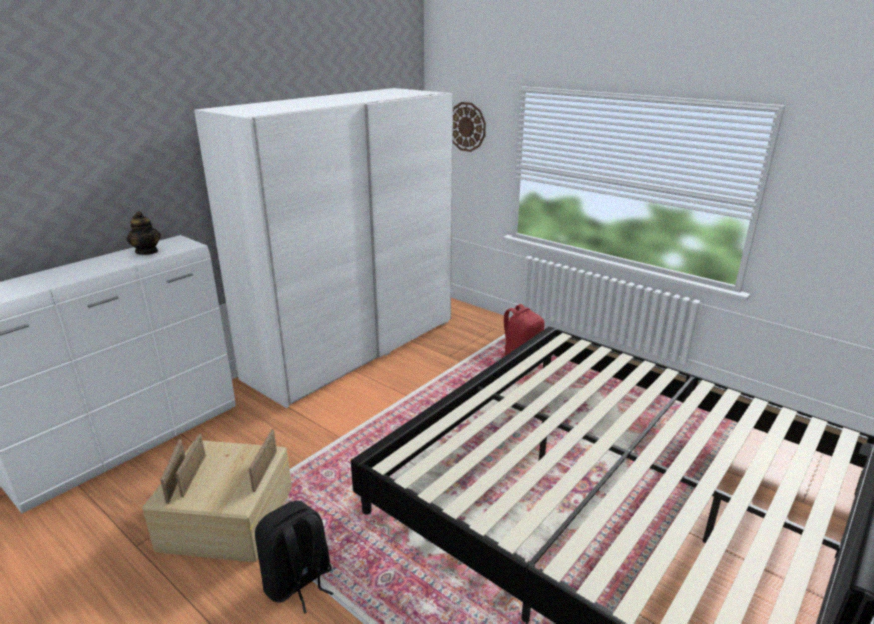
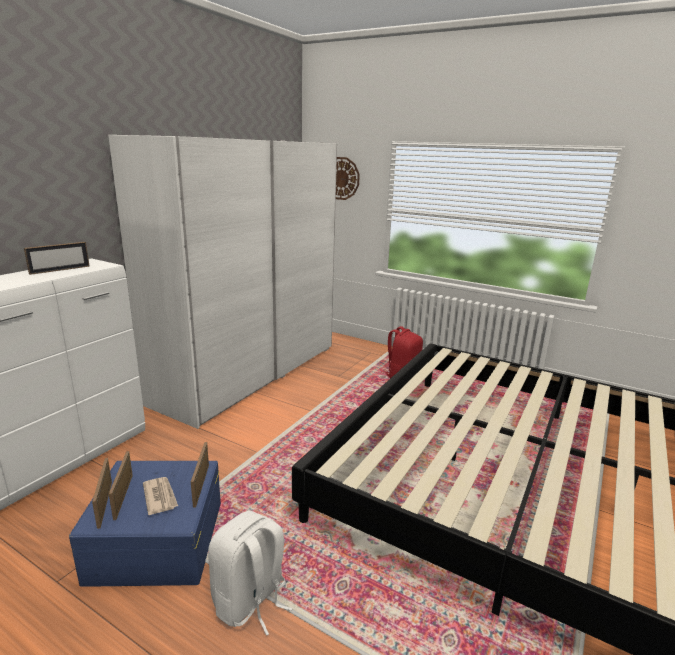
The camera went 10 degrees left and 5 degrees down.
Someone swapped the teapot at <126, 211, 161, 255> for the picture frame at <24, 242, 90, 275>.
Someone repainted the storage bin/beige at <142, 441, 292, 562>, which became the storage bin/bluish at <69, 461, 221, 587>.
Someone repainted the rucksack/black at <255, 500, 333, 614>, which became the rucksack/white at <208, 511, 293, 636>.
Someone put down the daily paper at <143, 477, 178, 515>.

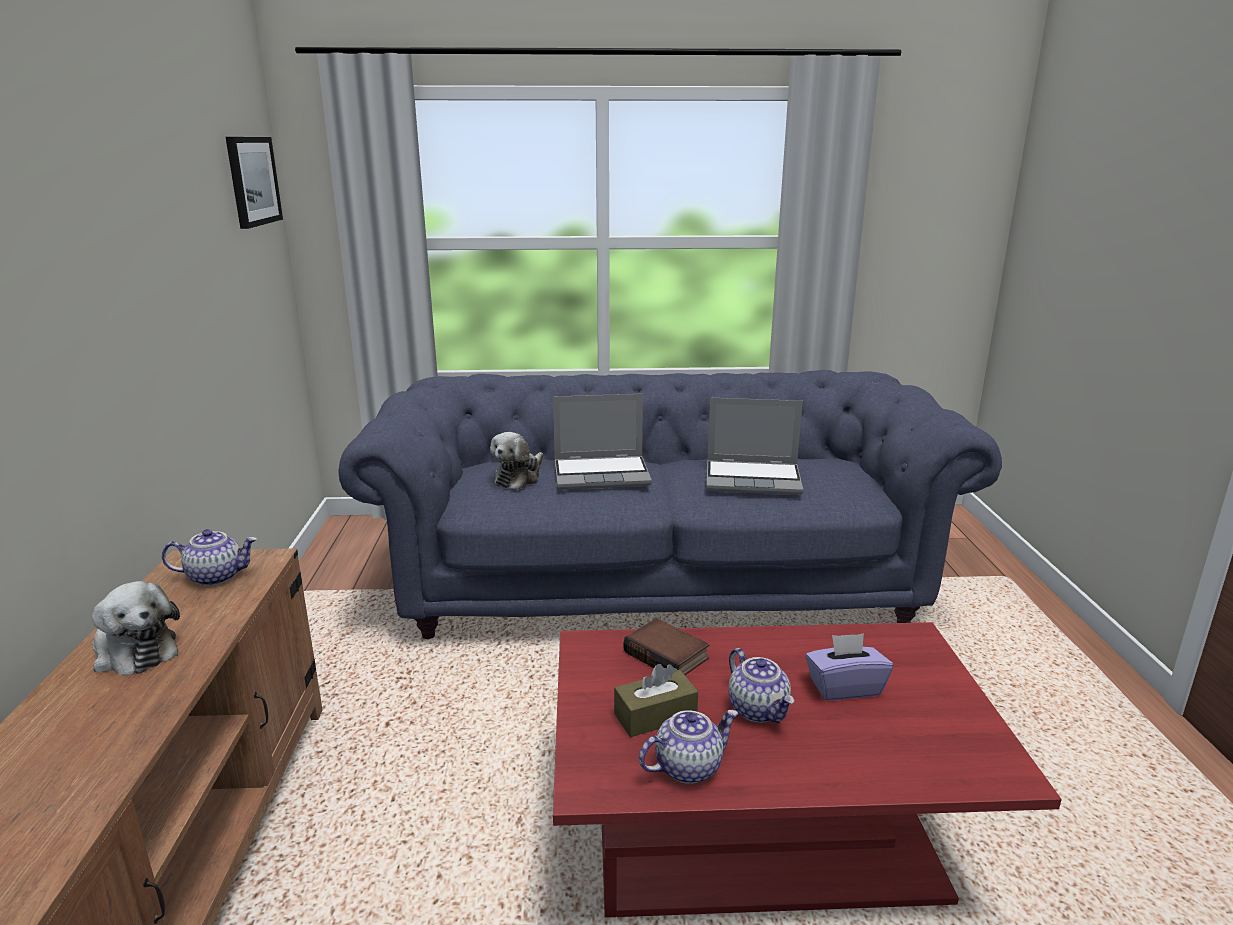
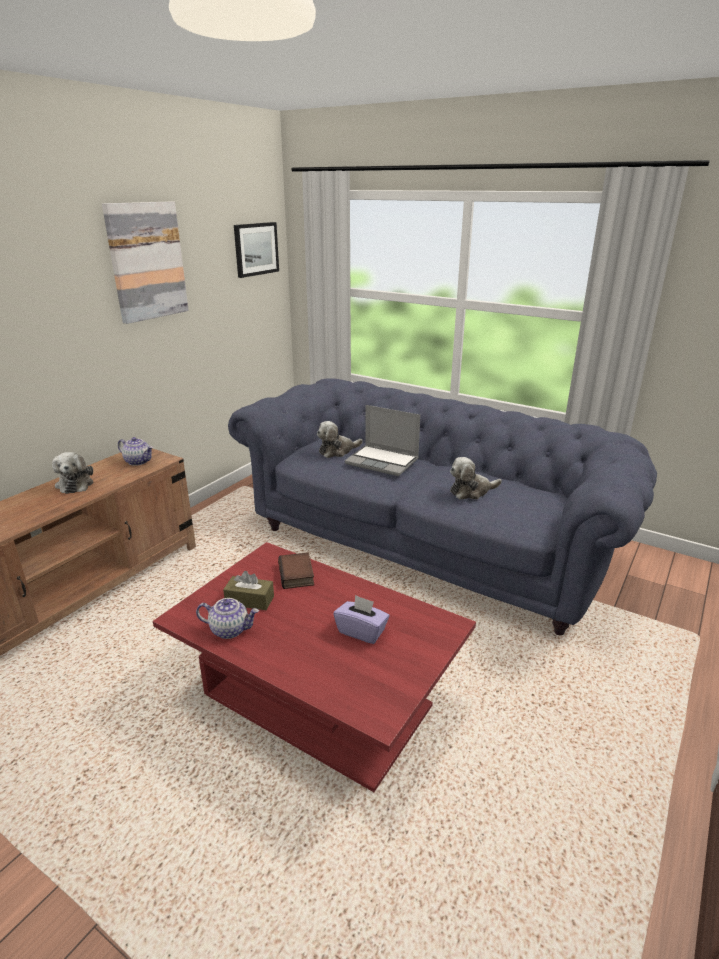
The camera went 35 degrees right and 5 degrees up.
Someone swapped the laptop at <707, 398, 803, 495> for the plush toy at <450, 457, 502, 499>.
Someone took away the teapot at <728, 648, 794, 723>.
Someone put up the wall art at <102, 202, 189, 324>.

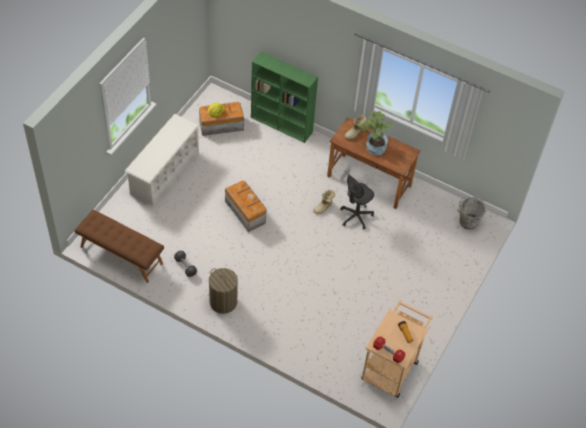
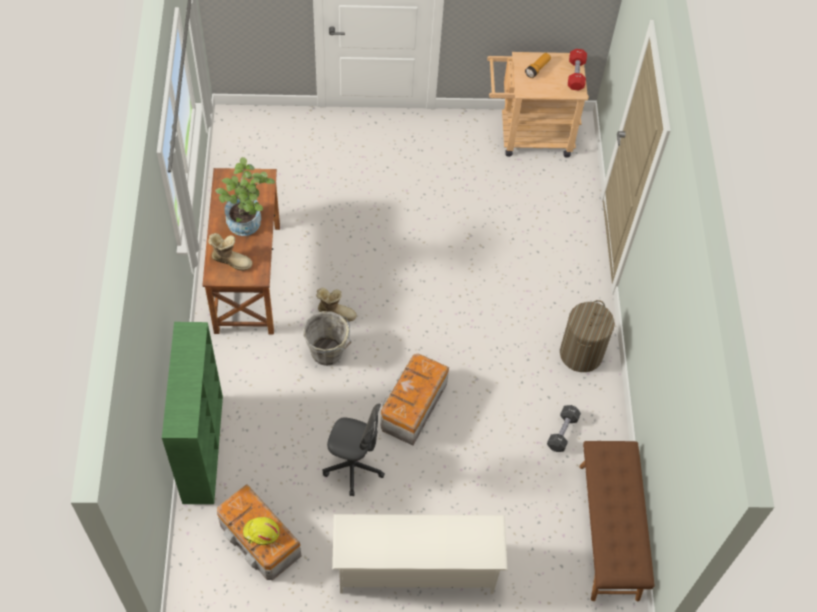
The camera went 120 degrees left and 5 degrees up.
Someone carried the office chair/greyish from <340, 174, 374, 230> to <323, 404, 385, 496>.
Someone carried the bucket/greyish from <458, 197, 486, 230> to <303, 311, 351, 366>.

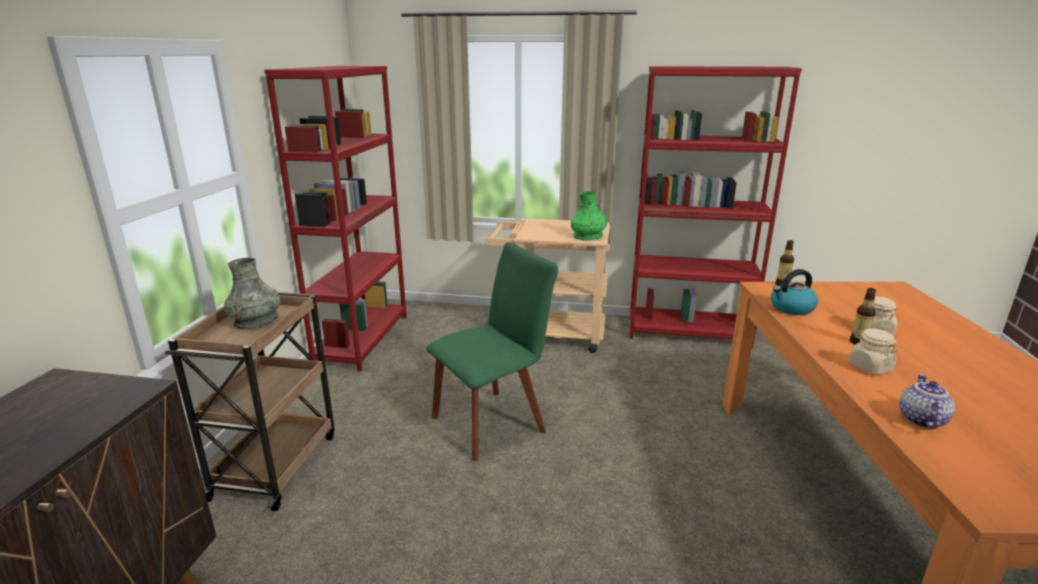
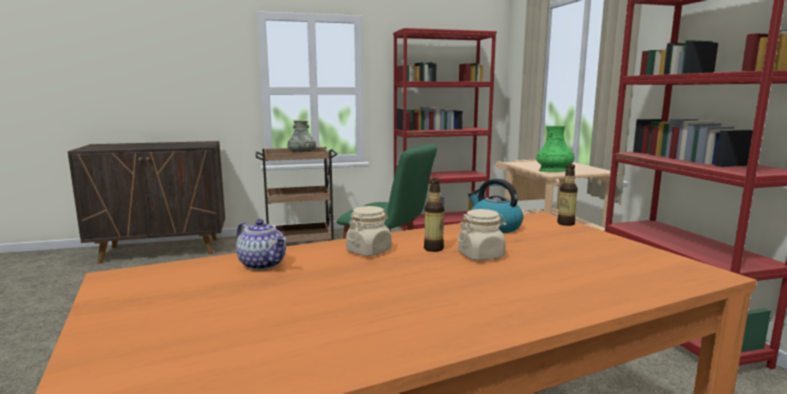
The camera went 65 degrees right and 10 degrees down.
Someone rotated the teapot at <899, 374, 955, 429> by 45 degrees clockwise.

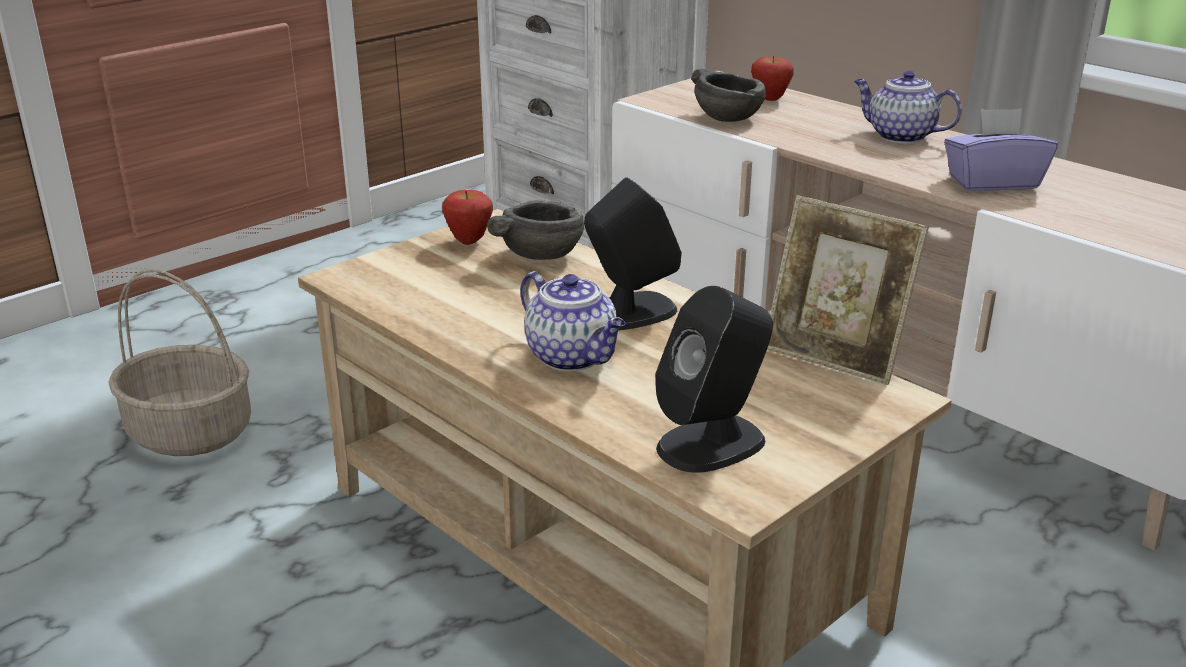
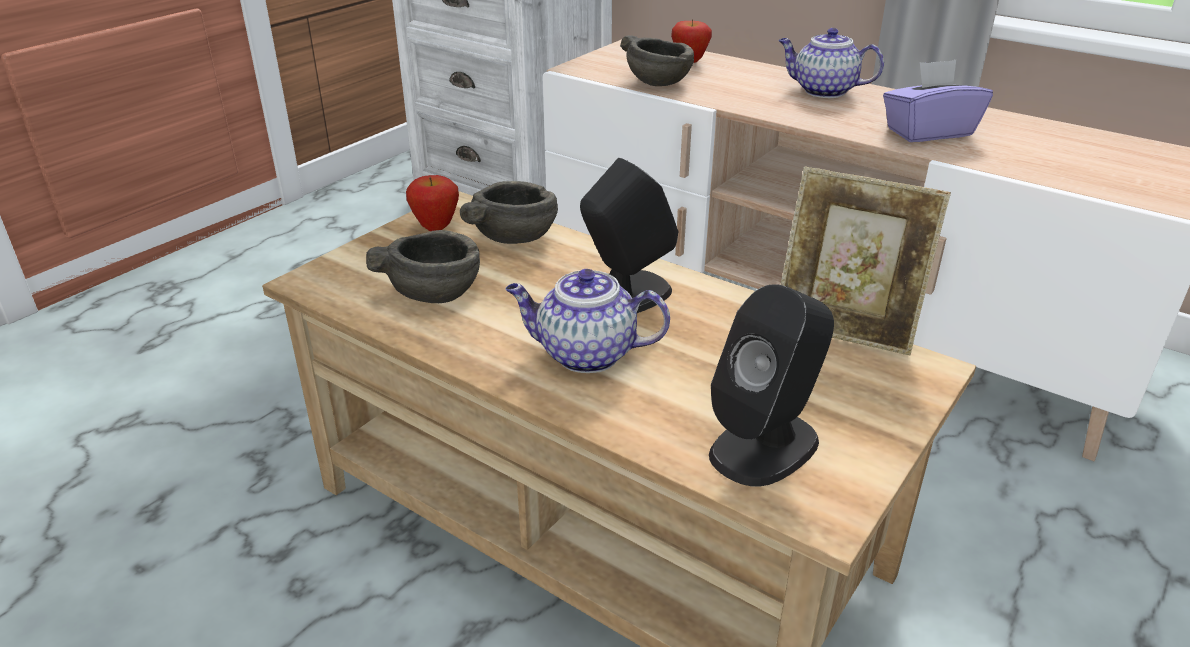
The camera went 10 degrees left and 5 degrees up.
Someone took away the basket at <108, 269, 251, 456>.
Someone rotated the teapot at <520, 271, 625, 371> by 150 degrees clockwise.
Someone put down the bowl/greyish at <366, 230, 480, 303>.

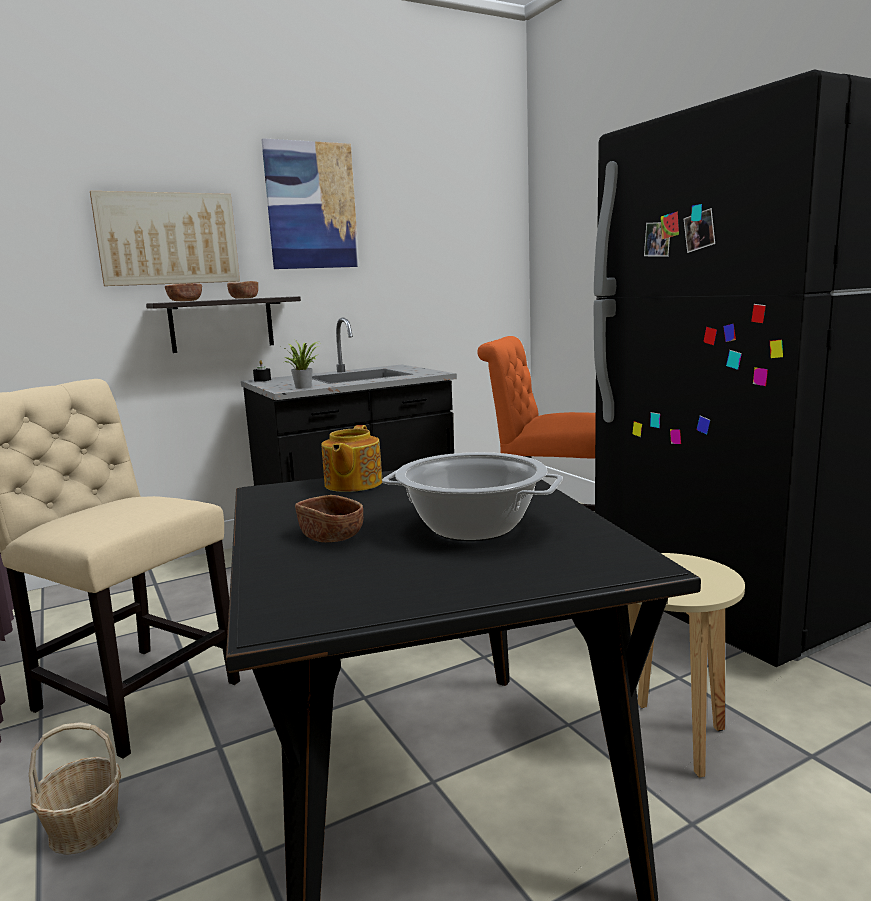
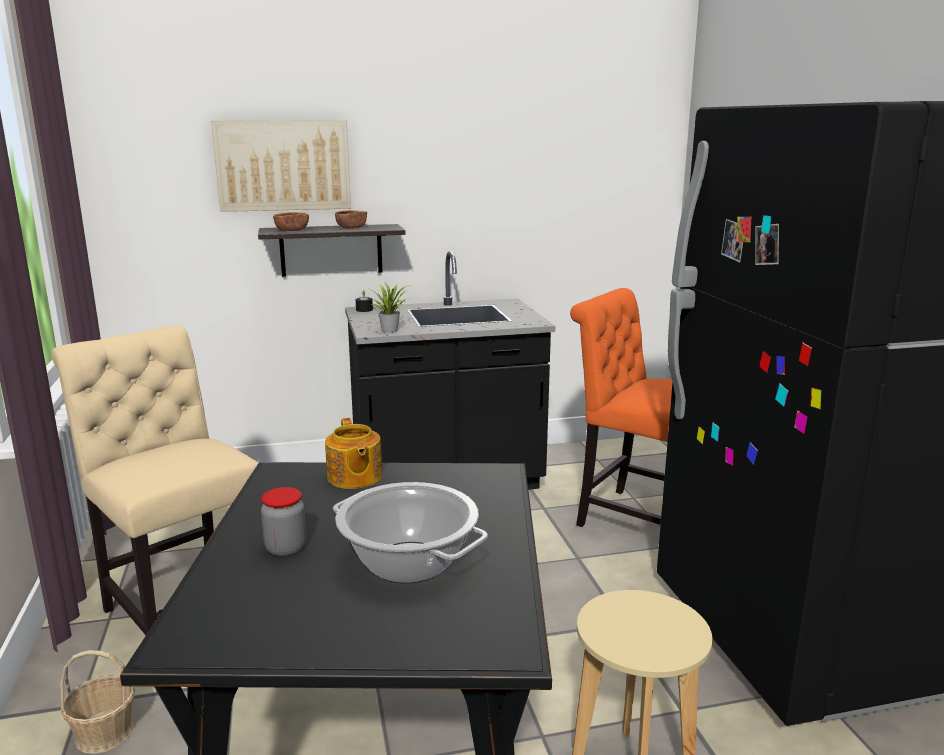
The camera went 15 degrees right and 5 degrees up.
Someone took away the wall art at <261, 138, 359, 269>.
Someone swapped the bowl/brownish at <295, 495, 363, 542> for the preserve jar at <261, 487, 306, 557>.
Someone rotated the teapot at <321, 425, 382, 492> by 45 degrees counterclockwise.

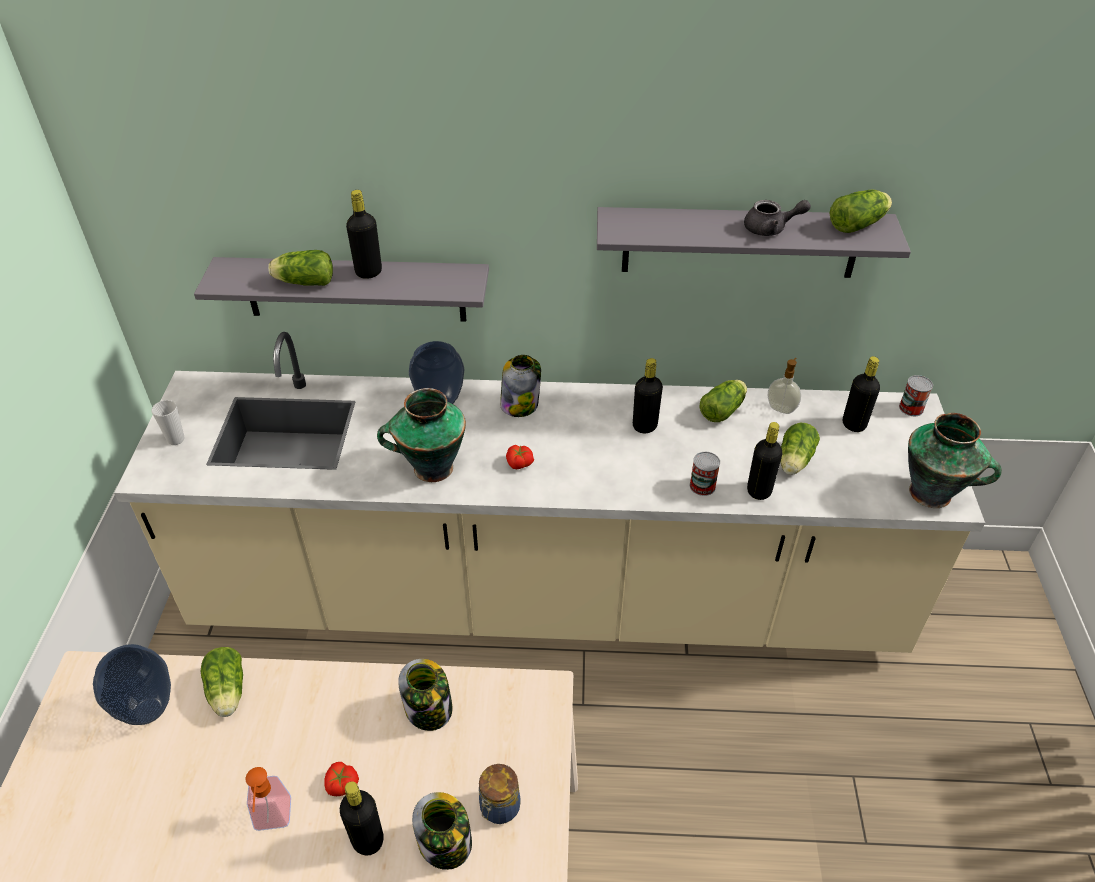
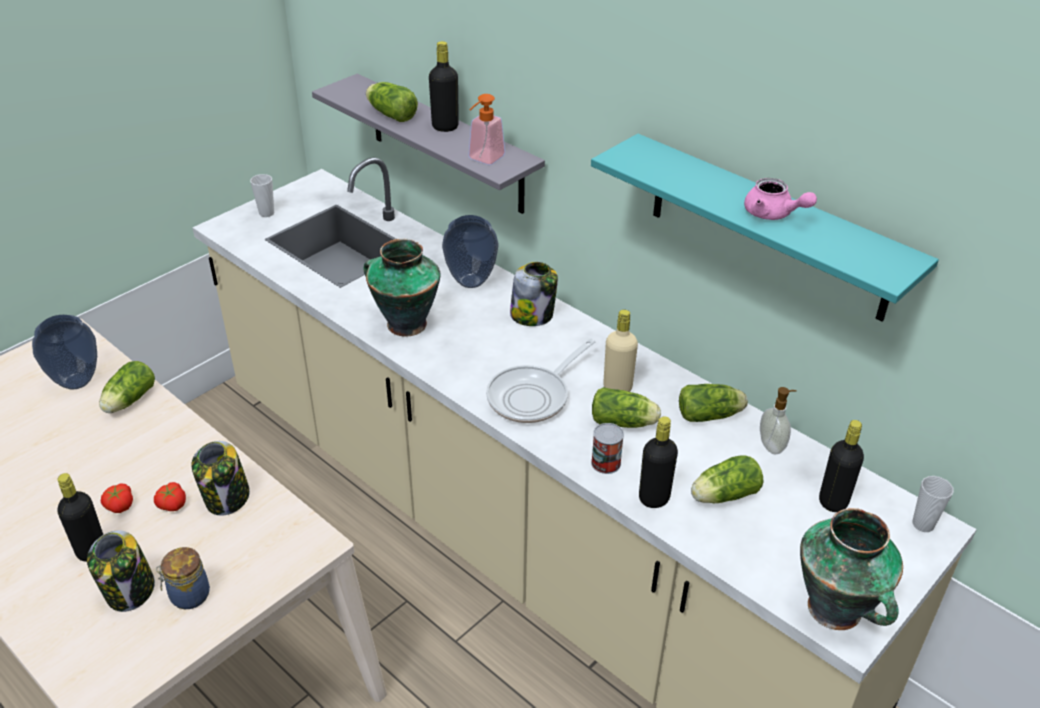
The camera went 40 degrees right and 5 degrees down.
Someone carried the soap bottle from <245, 767, 291, 831> to <468, 94, 505, 165>.
Someone carried the tomato from <506, 445, 534, 469> to <154, 482, 186, 511>.
Someone repainted the wall shelf/greyish at <597, 207, 911, 278>, which became the wall shelf/blue-green at <591, 134, 939, 322>.
Someone repainted the bottle/black at <633, 358, 663, 433>, which became the bottle/beige at <603, 310, 638, 392>.
Someone repainted the teapot/greyish at <744, 200, 811, 236>, which became the teapot/pink-coloured at <744, 178, 817, 220>.
Someone carried the lettuce head from <830, 189, 892, 233> to <592, 387, 661, 428>.
Someone swapped the can at <899, 375, 933, 416> for the drinking cup at <913, 476, 954, 532>.
Someone put down the skillet at <486, 338, 595, 423>.

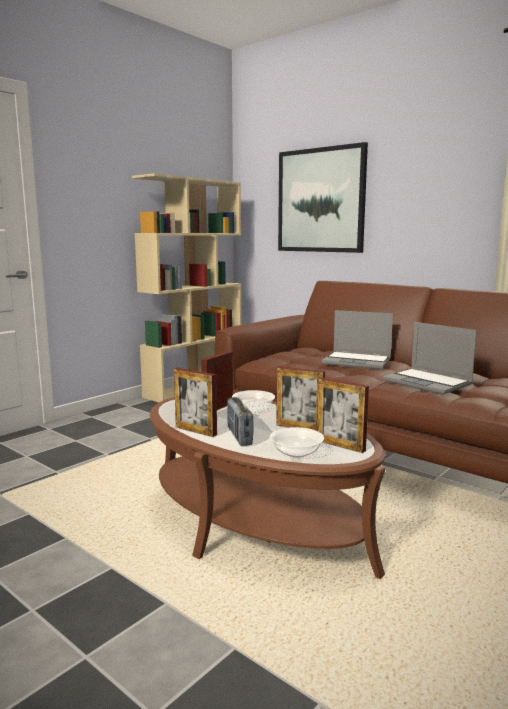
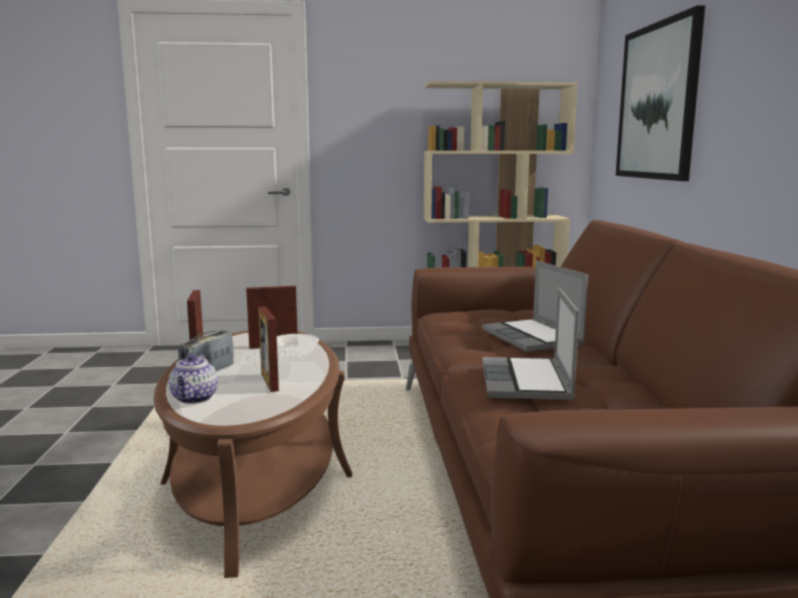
The camera went 45 degrees right and 0 degrees up.
Someone swapped the bowl at <270, 427, 324, 457> for the teapot at <169, 354, 218, 404>.
Someone took away the picture frame at <317, 377, 369, 453>.

